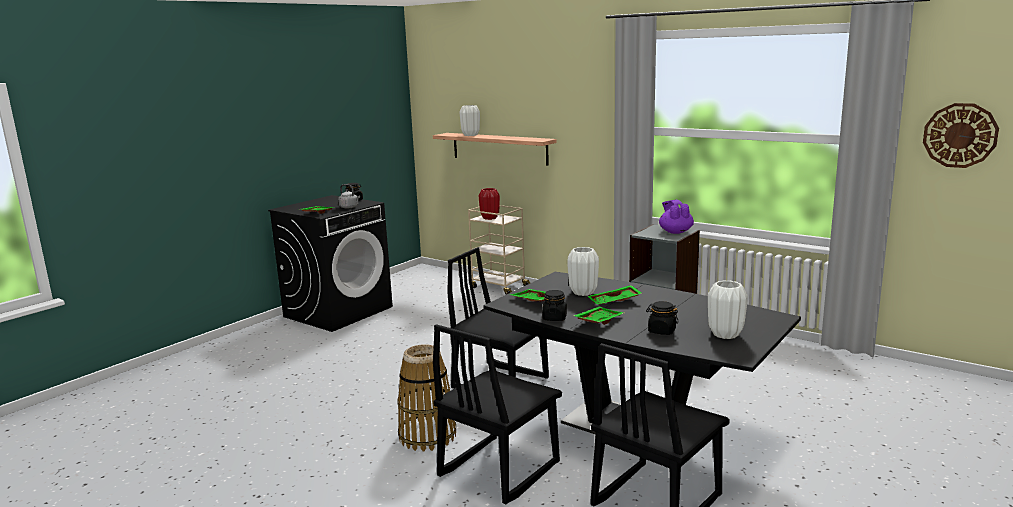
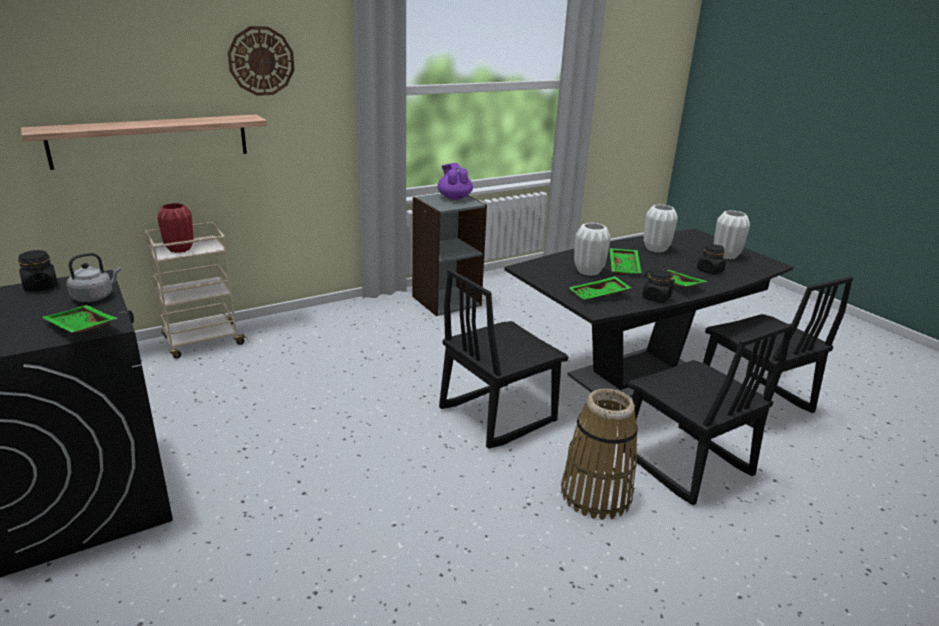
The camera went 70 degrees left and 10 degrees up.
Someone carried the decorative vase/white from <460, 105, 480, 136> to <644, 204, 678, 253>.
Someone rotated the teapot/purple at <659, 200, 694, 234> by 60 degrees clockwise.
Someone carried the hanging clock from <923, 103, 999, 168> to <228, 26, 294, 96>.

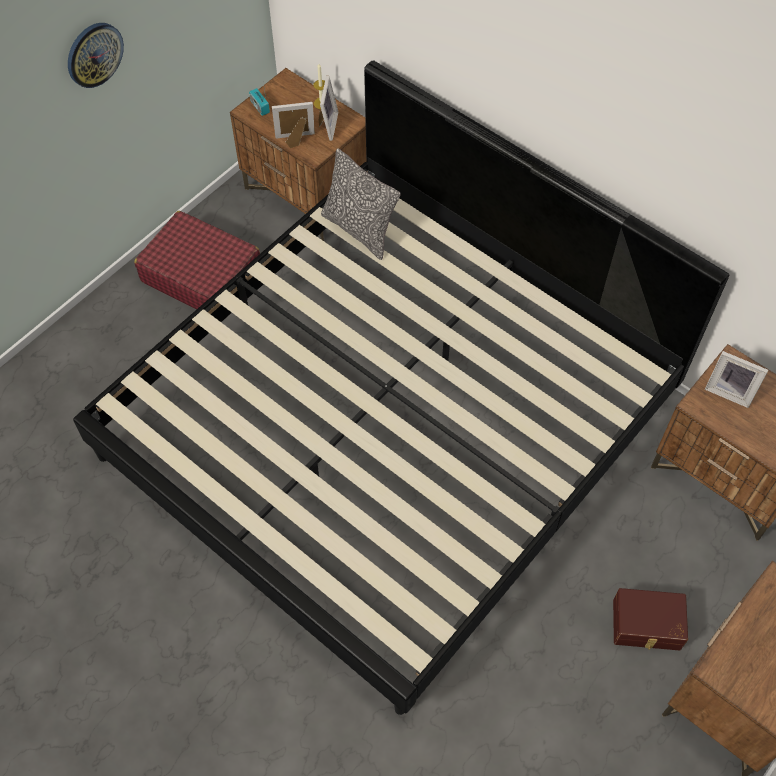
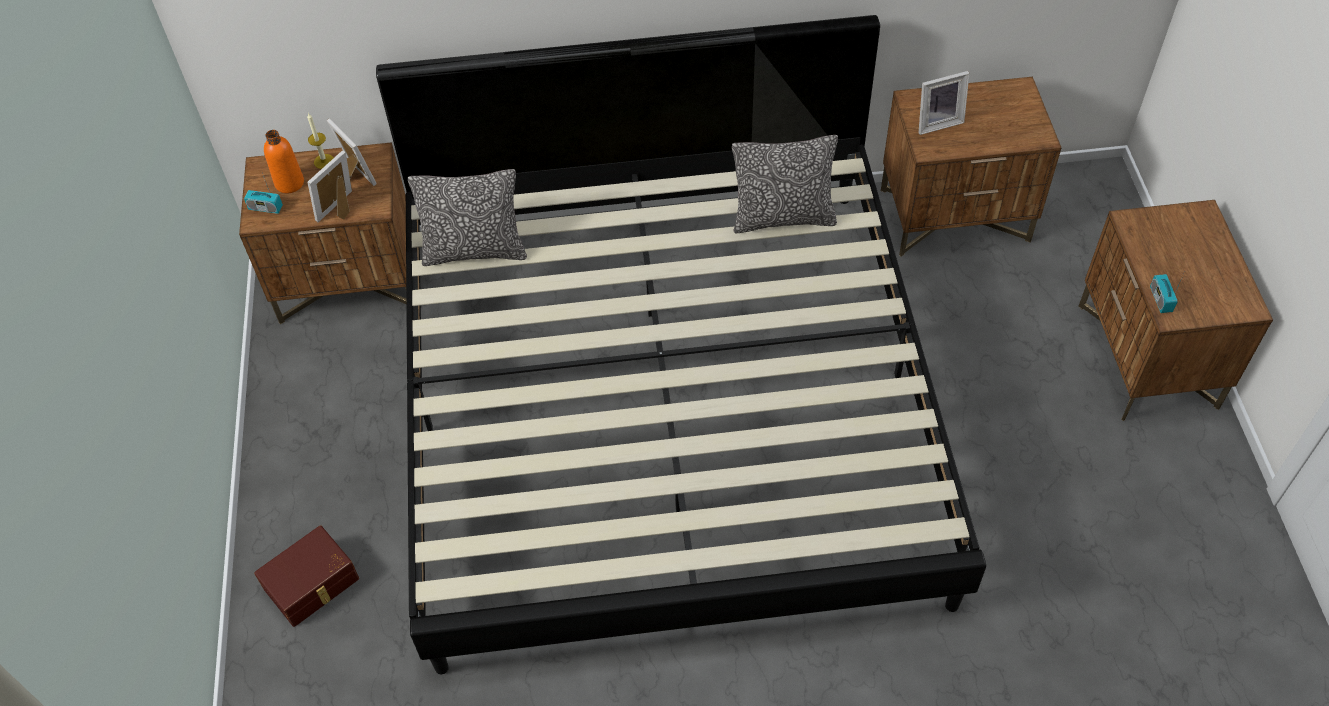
The camera went 45 degrees left and 5 degrees down.
Someone took away the hanging clock at <68, 23, 124, 88>.
Someone took away the suitcase/red-coloured at <134, 211, 260, 309>.
Someone carried the storage bin/brownish from <613, 588, 688, 650> to <254, 525, 359, 627>.
Someone put down the bottle/orange at <264, 130, 304, 193>.
Someone put down the cushion at <732, 135, 838, 233>.
Someone put down the radio set at <1150, 274, 1184, 313>.

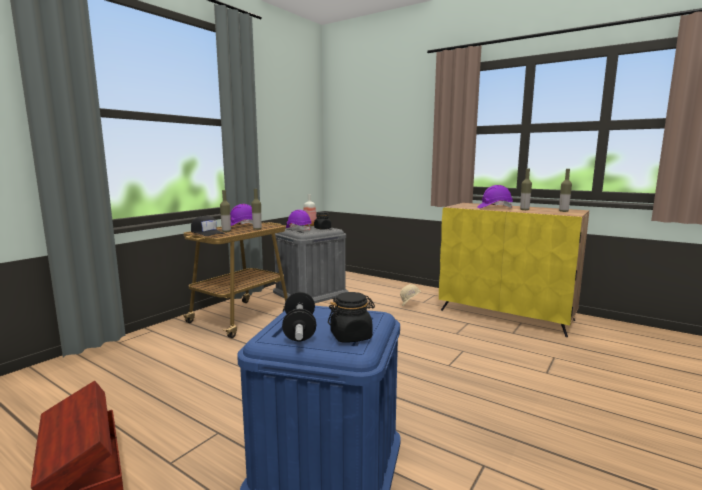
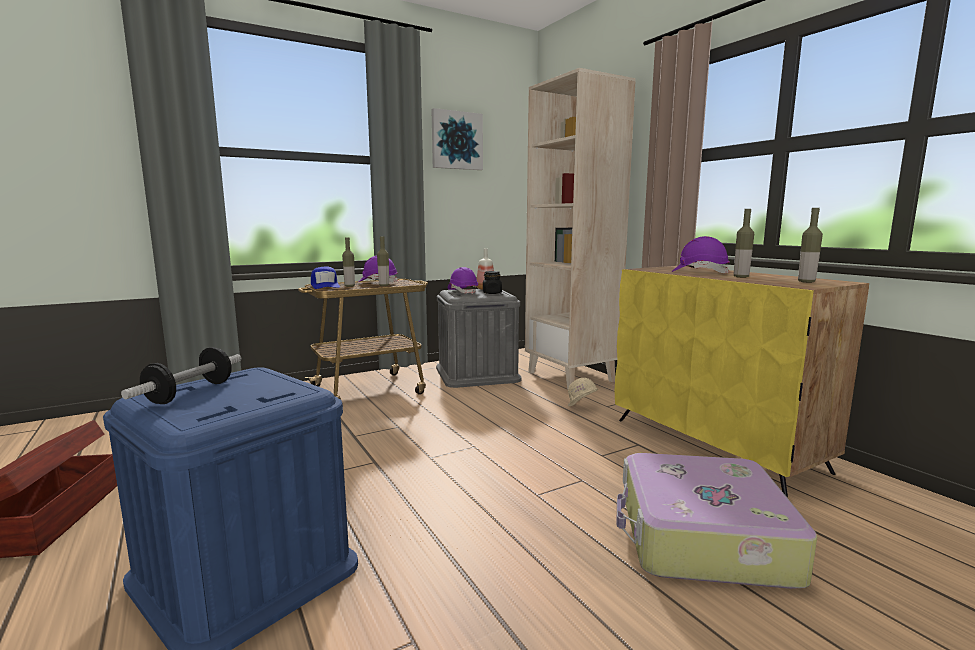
The camera went 25 degrees right and 0 degrees up.
Someone repainted the cap/black at <191, 216, 225, 236>, which became the cap/bluish at <311, 267, 340, 289>.
Someone took away the preserve jar/black at <328, 292, 375, 343>.
Someone put up the wall art at <431, 108, 483, 170>.
Someone put down the shelving unit/beige at <525, 68, 636, 390>.
Someone put down the suitcase at <617, 453, 817, 589>.

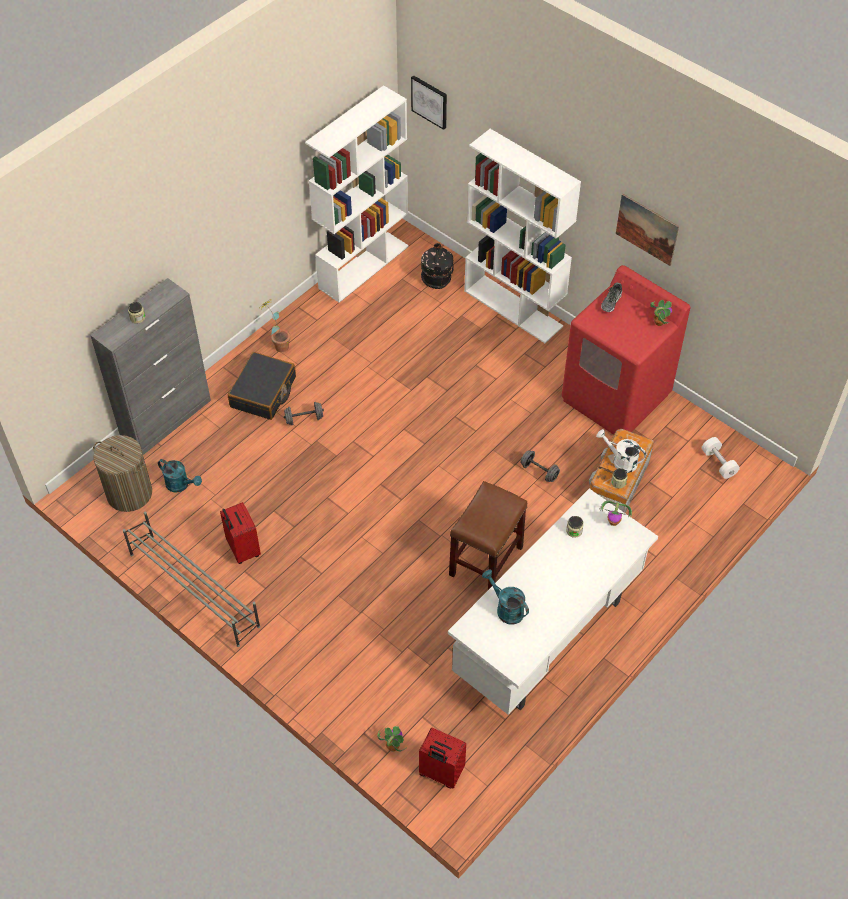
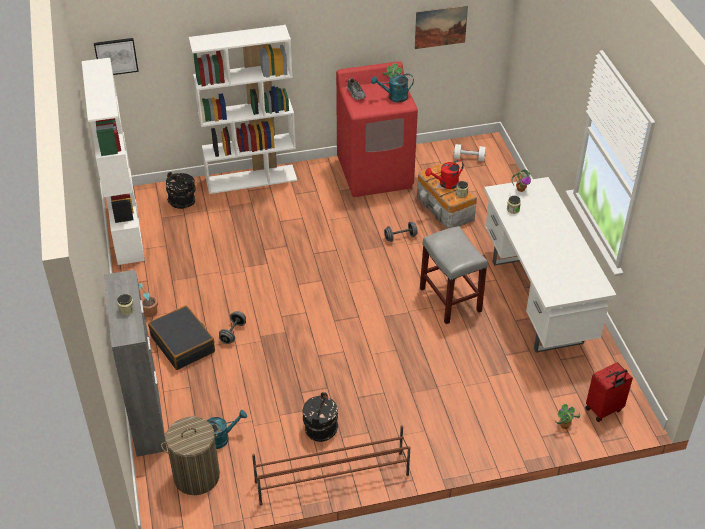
The camera went 55 degrees left and 10 degrees down.
Someone repainted the shoe rack/greyish at <123, 512, 260, 647>, which became the shoe rack/brownish at <252, 425, 411, 505>.
Someone swapped the suitcase/red-coloured at <220, 502, 261, 564> for the bucket/black at <303, 392, 338, 442>.
Someone repainted the stool seat/brownish at <449, 481, 527, 590>, which became the stool seat/greyish at <420, 226, 488, 324>.
Someone carried the watering pot/blue-green from <482, 570, 529, 625> to <371, 73, 414, 102>.
Someone repainted the watering pot/white at <597, 429, 646, 473>, which became the watering pot/red-coloured at <425, 160, 464, 189>.
Someone carried the wall art from <616, 194, 679, 266> to <415, 5, 468, 49>.

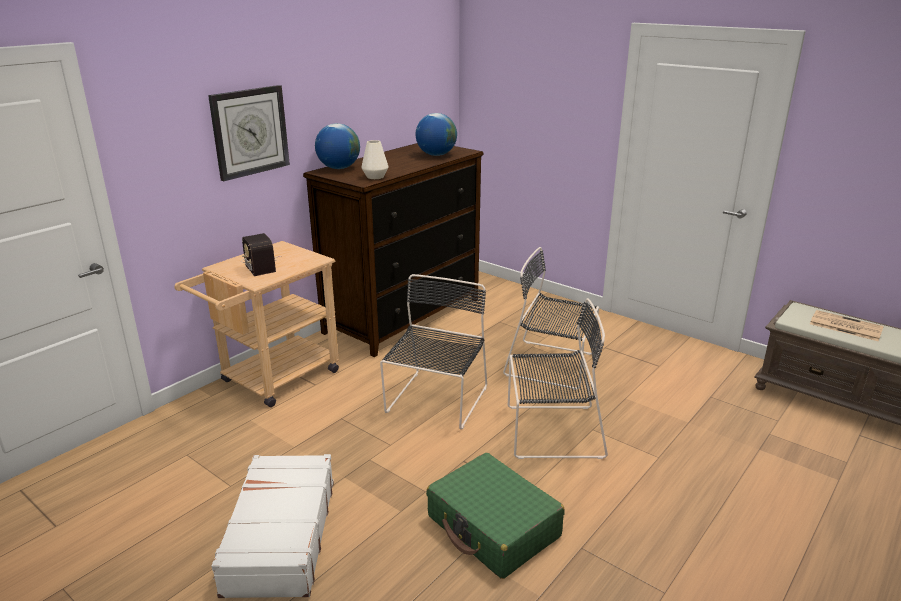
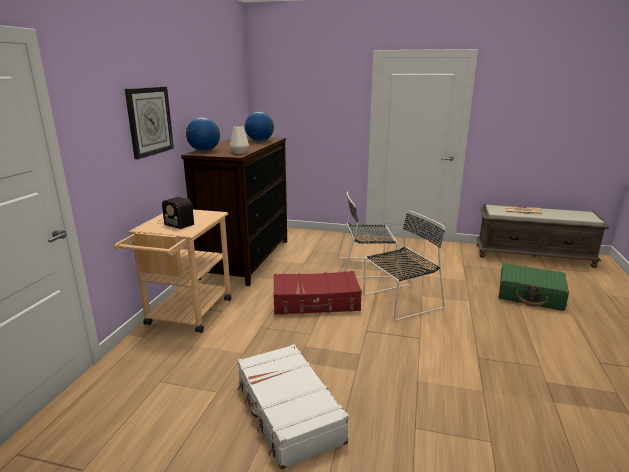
The camera went 25 degrees left and 5 degrees down.
Someone swapped the plain chair/black at <380, 274, 487, 429> for the suitcase/red-coloured at <274, 271, 362, 315>.
Someone carried the suitcase/green from <426, 453, 564, 579> to <499, 263, 569, 311>.

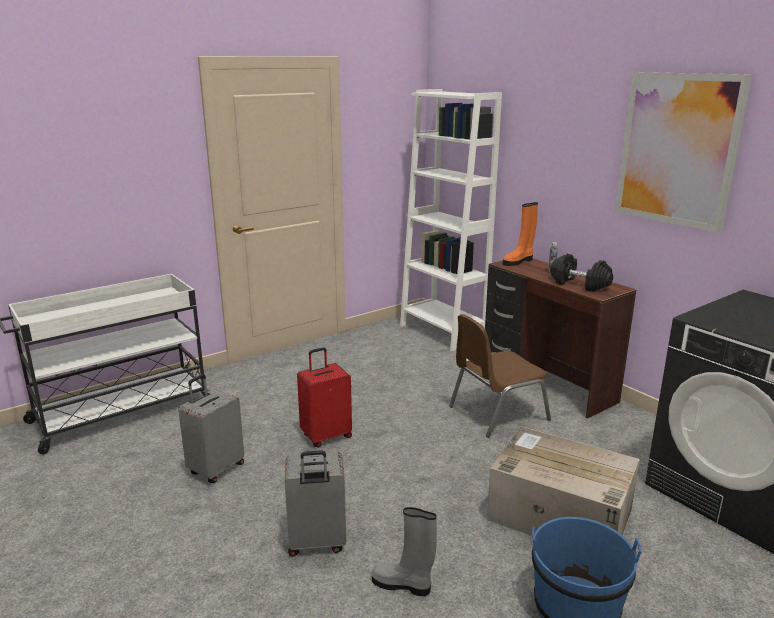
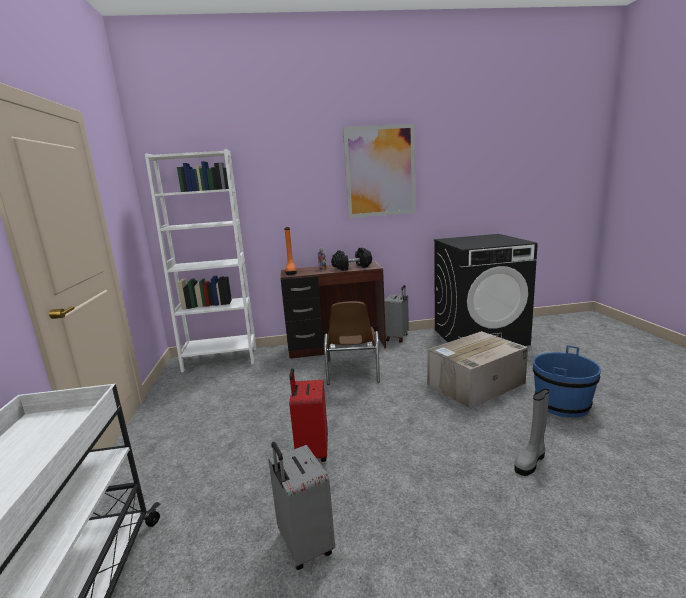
The camera went 60 degrees left and 5 degrees down.
Someone carried the suitcase/greyish from <285, 450, 346, 557> to <384, 285, 409, 343>.

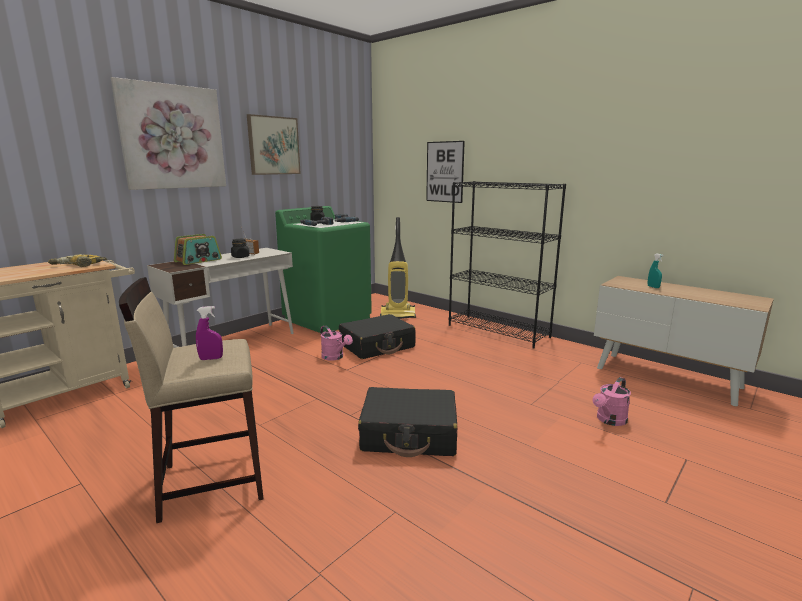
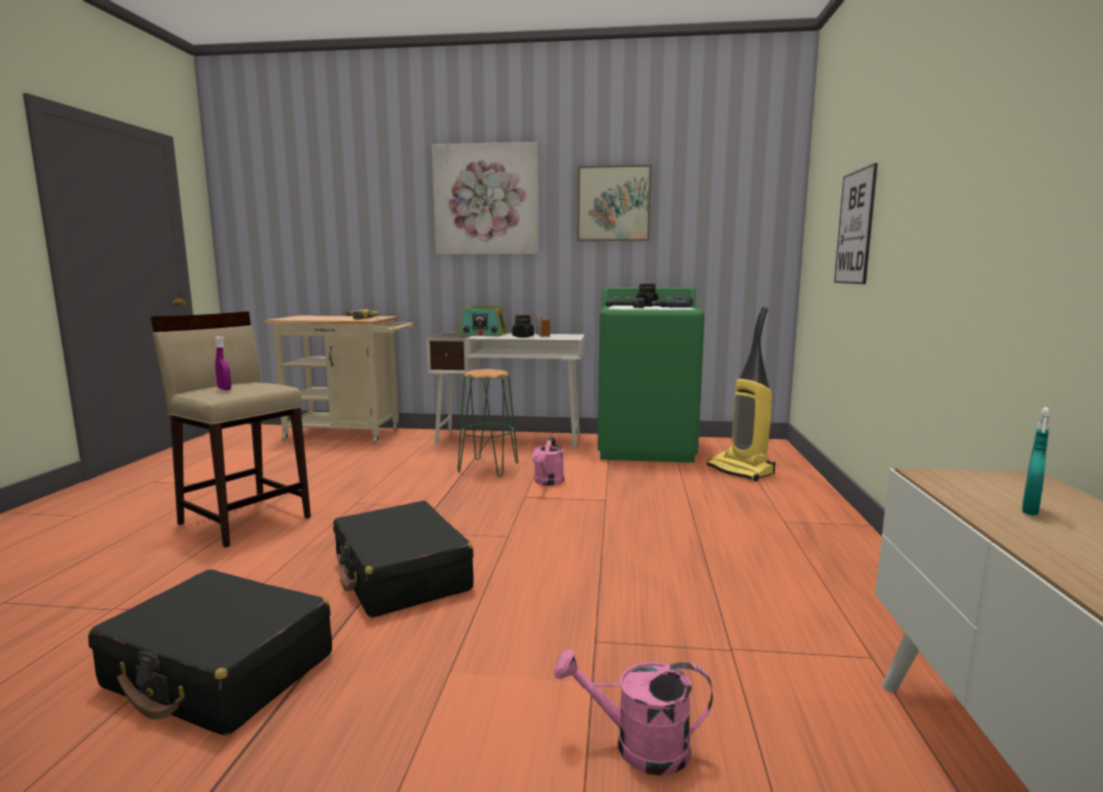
The camera went 55 degrees right and 5 degrees down.
Someone carried the suitcase/black from <339, 314, 416, 359> to <88, 569, 332, 736>.
Someone took away the shelving unit/black at <449, 181, 566, 349>.
Someone put down the stool seat/green at <457, 369, 518, 477>.

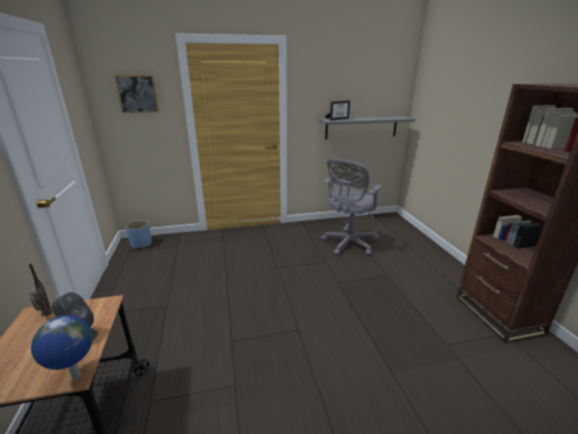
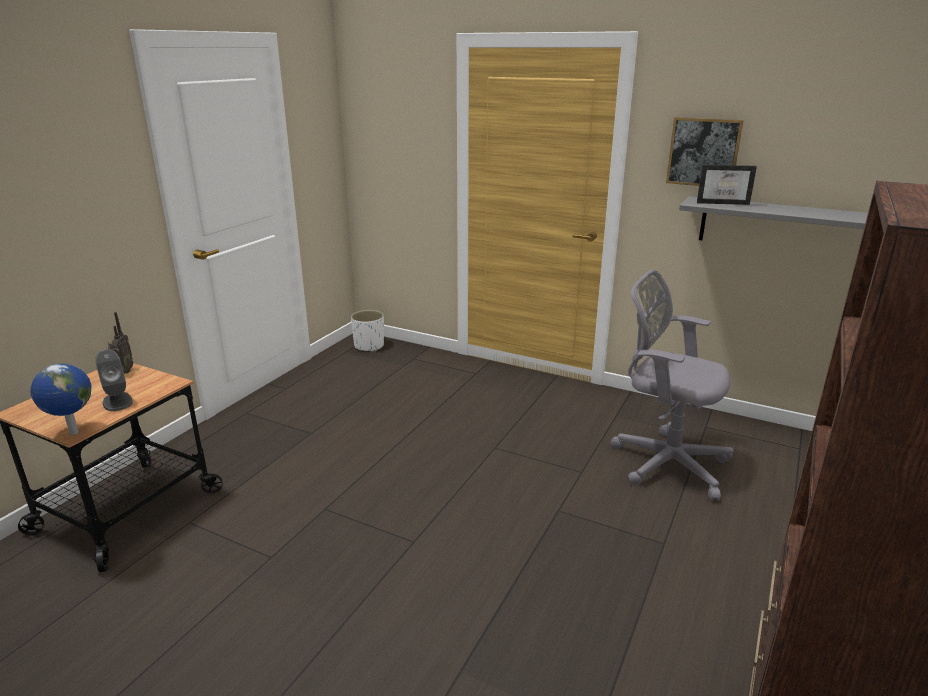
The camera went 40 degrees right and 0 degrees up.
Someone carried the wall art from <115, 75, 159, 113> to <666, 117, 744, 186>.
Someone repainted the plant pot/bluish at <125, 220, 152, 248>, which became the plant pot/white at <351, 310, 384, 352>.
Someone rotated the office chair/greyish at <321, 159, 382, 255> by 45 degrees clockwise.

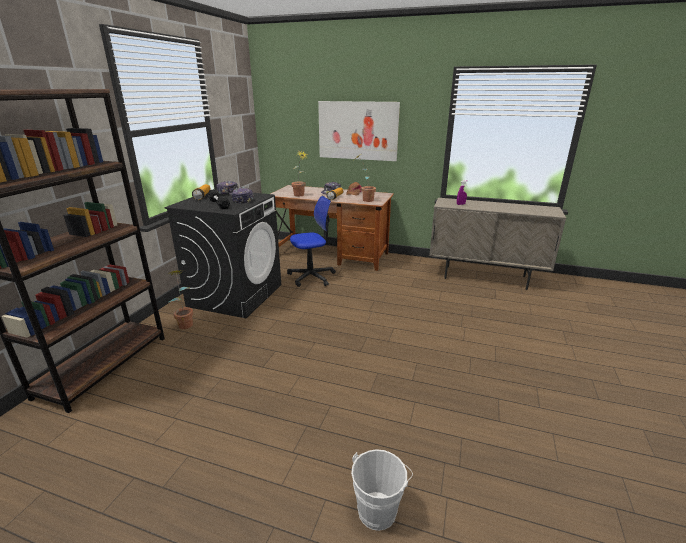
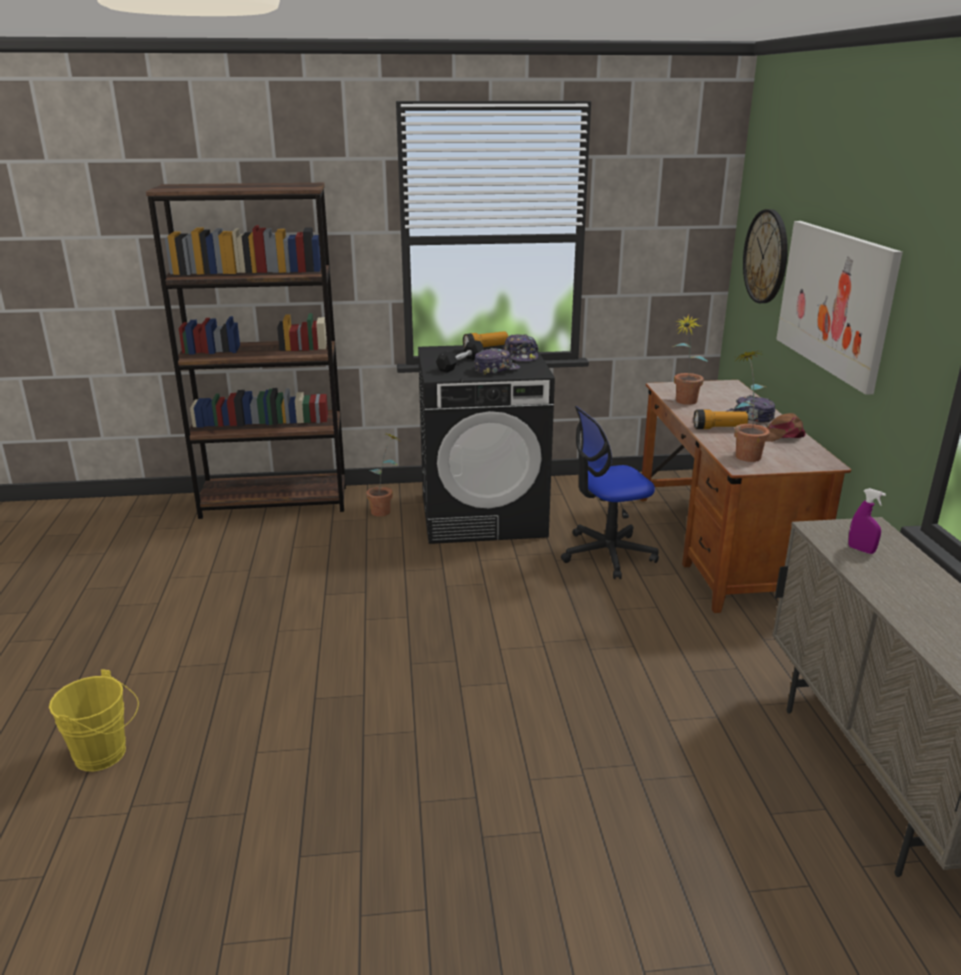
The camera went 65 degrees right and 0 degrees up.
Someone rotated the office chair at <287, 196, 336, 287> by 120 degrees clockwise.
Someone repainted the bucket/white at <351, 449, 413, 531>, which became the bucket/yellowish at <49, 669, 139, 771>.
Someone put up the hanging clock at <743, 209, 788, 303>.

